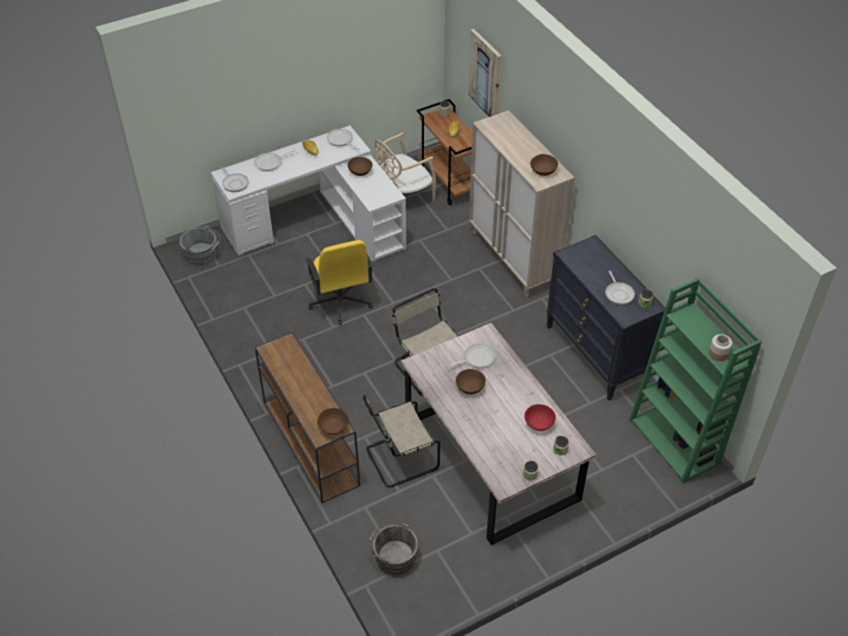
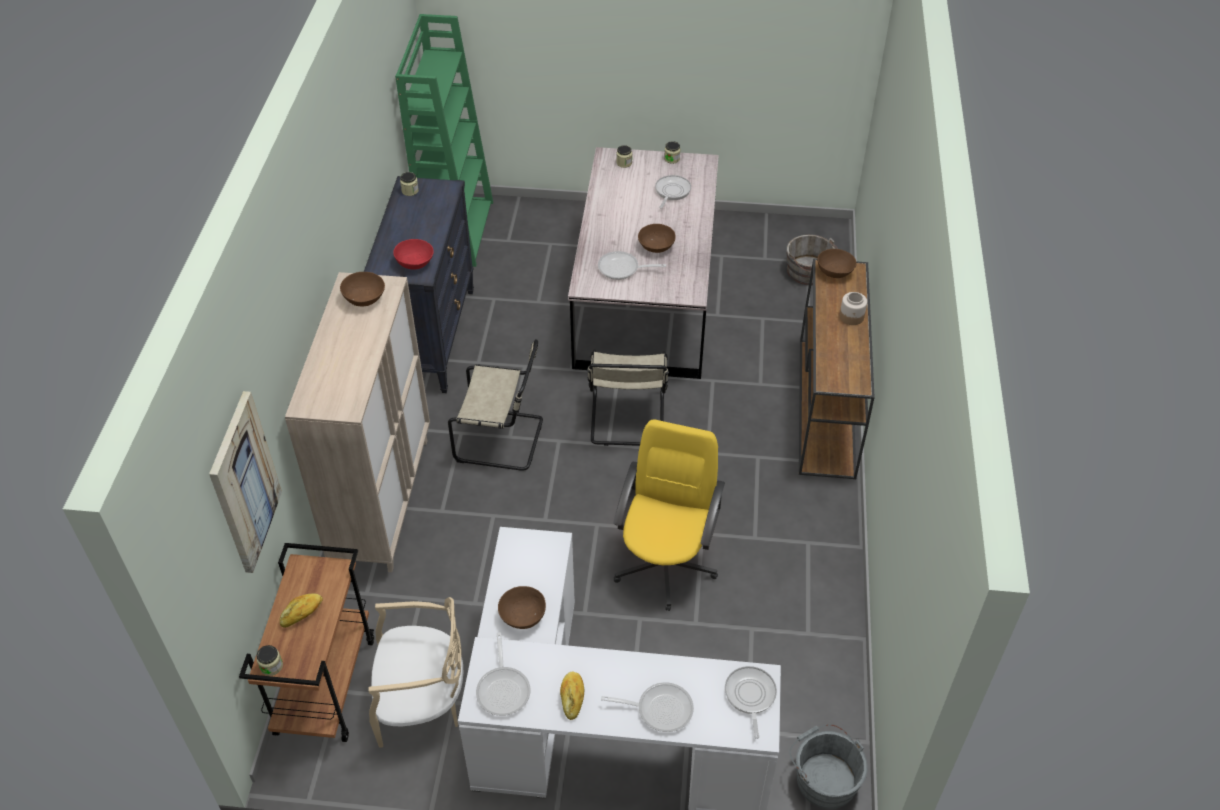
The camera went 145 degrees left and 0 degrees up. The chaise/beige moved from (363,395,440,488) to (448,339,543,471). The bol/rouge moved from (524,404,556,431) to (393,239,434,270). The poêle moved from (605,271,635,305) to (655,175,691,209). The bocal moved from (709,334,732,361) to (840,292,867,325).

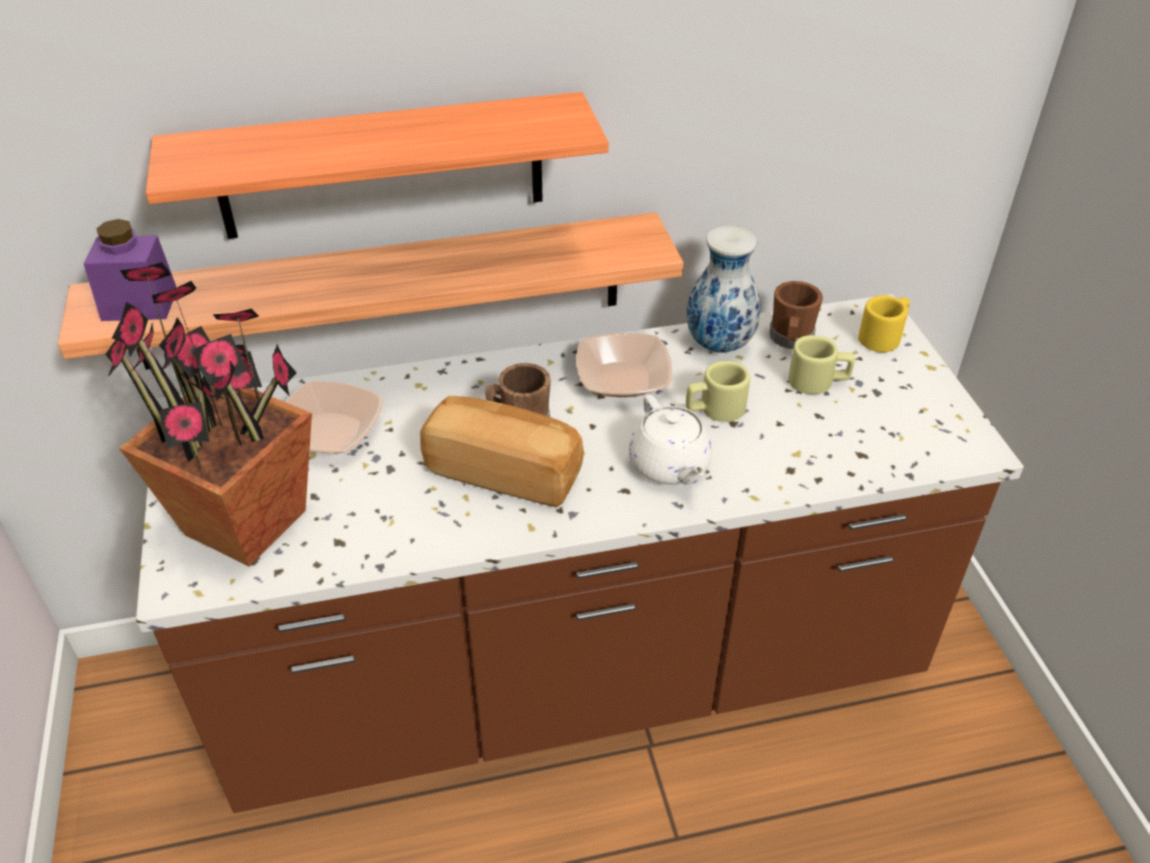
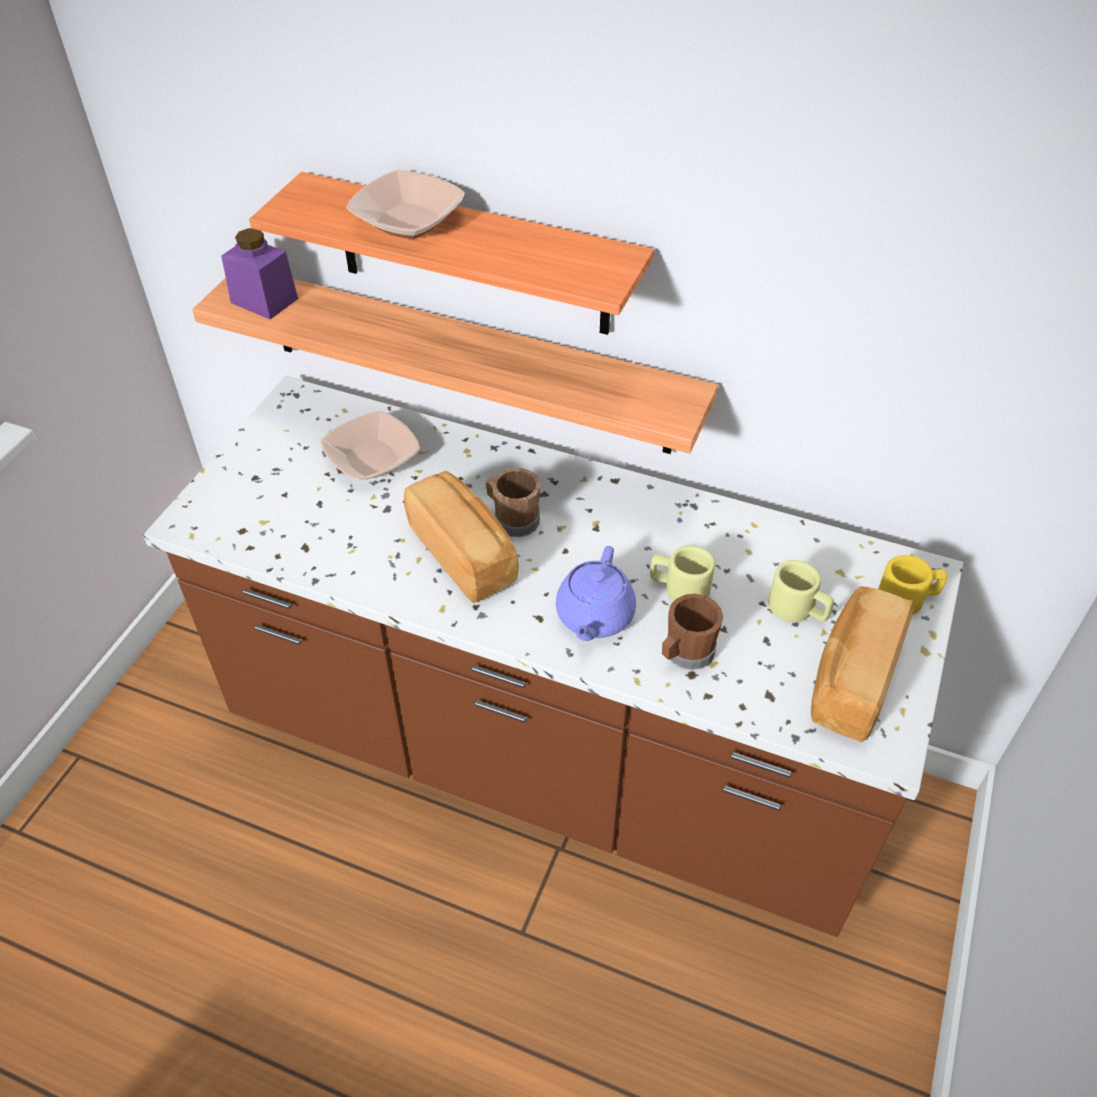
The camera went 35 degrees right and 5 degrees up. The plante en pot at (105,262,312,567) disappeared. The bol moved from (576,333,672,397) to (346,170,464,239). The théière/blanc at (628,395,712,485) became the théière/violet at (556,546,636,641). The vase at (686,226,760,353) disappeared. The mug/marron moved from (769,281,823,349) to (662,594,723,670). The pain at (811,586,915,743) appeared.

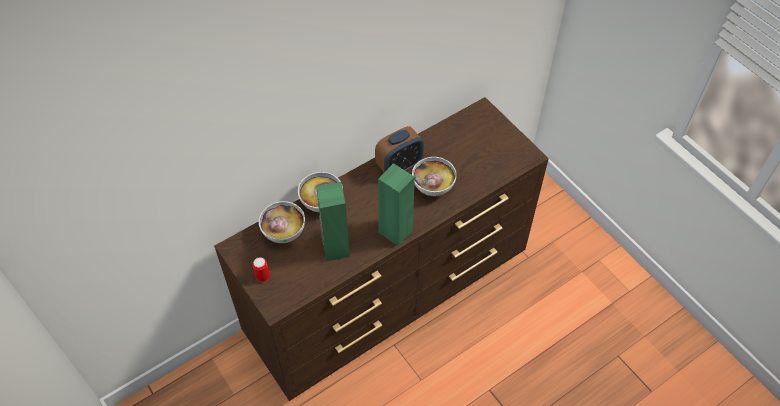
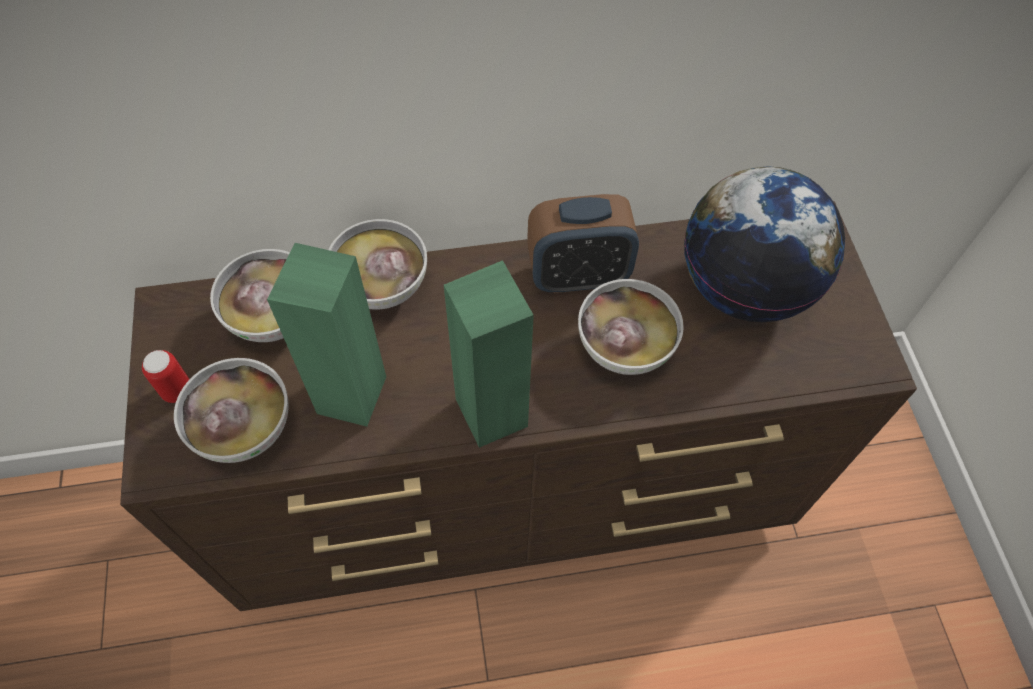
The camera went 25 degrees right and 5 degrees up. The bol at (174,358,289,463) appeared. The globe at (684,166,845,322) appeared.

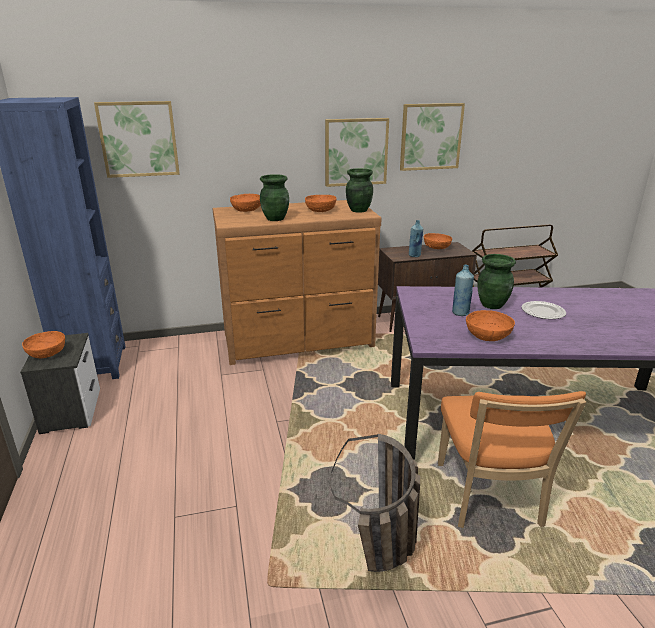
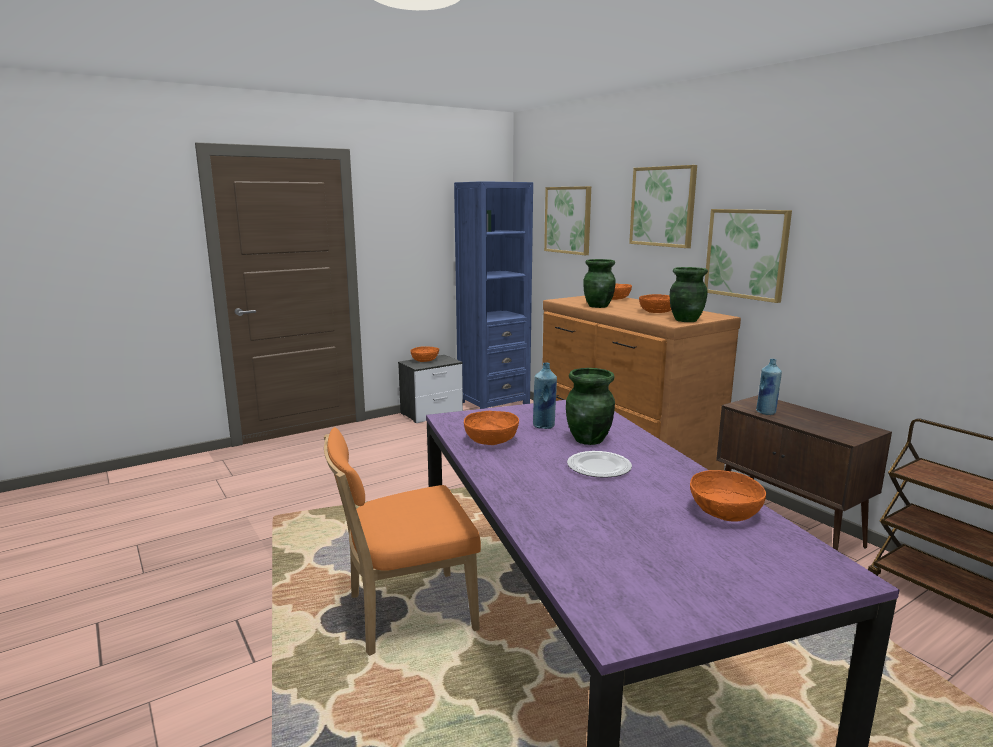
The camera went 70 degrees right and 10 degrees down. The panier at (331,434,420,572) disappeared. The tableau moved from (400,103,465,171) to (629,165,697,248). The bol/orange moved from (424,233,452,249) to (690,470,766,521).

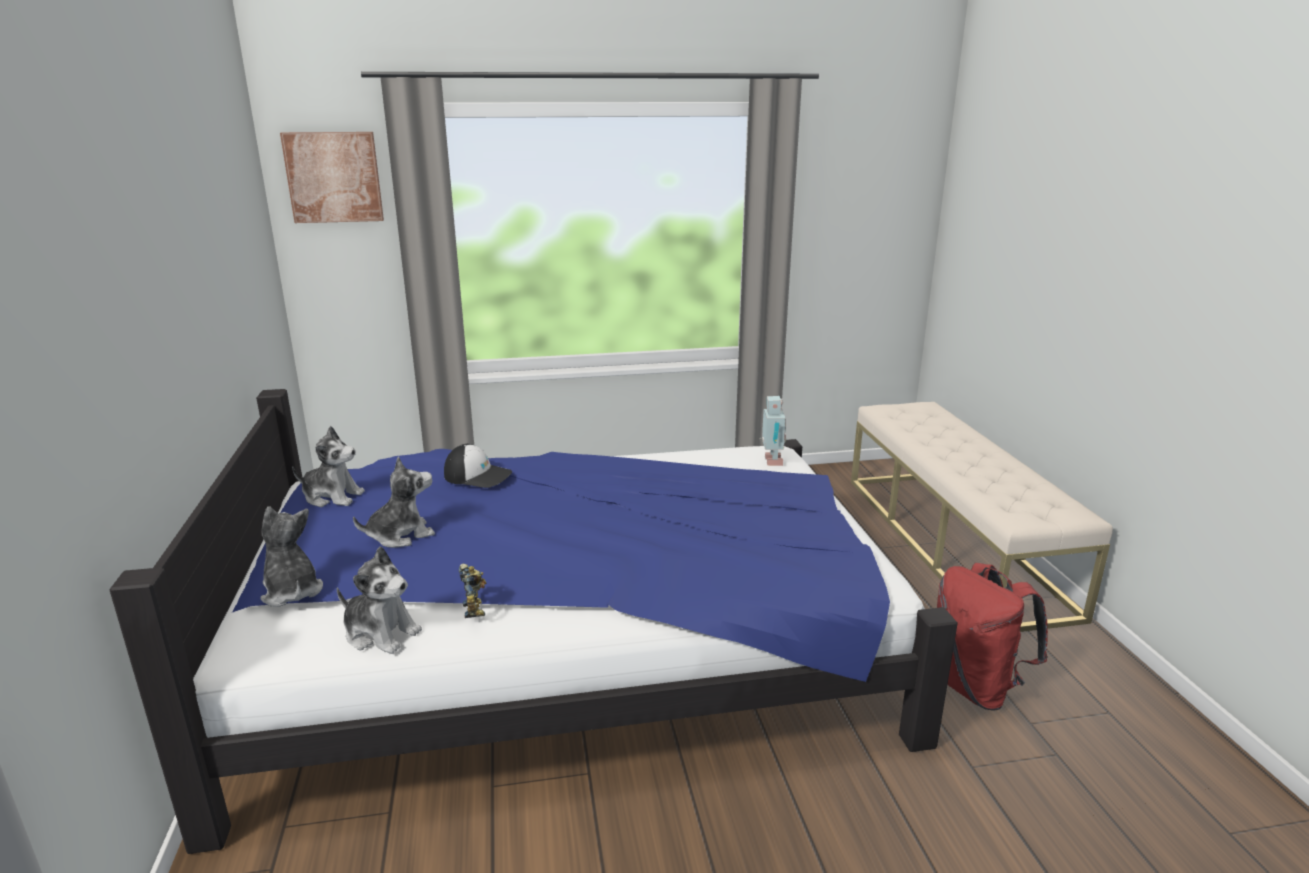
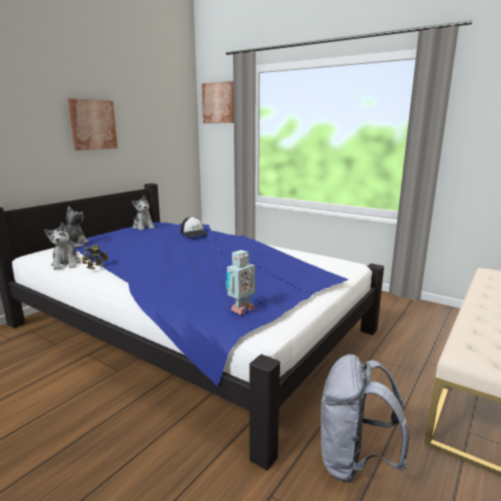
The camera went 45 degrees right and 5 degrees down. The peluche at (353,457,435,548) disappeared. The robot jouet moved from (759,396,786,466) to (226,250,255,315). The sac à dos/rouge at (937,563,1048,711) became the sac à dos/gris at (321,354,410,482). The tableau at (68,98,118,150) appeared.

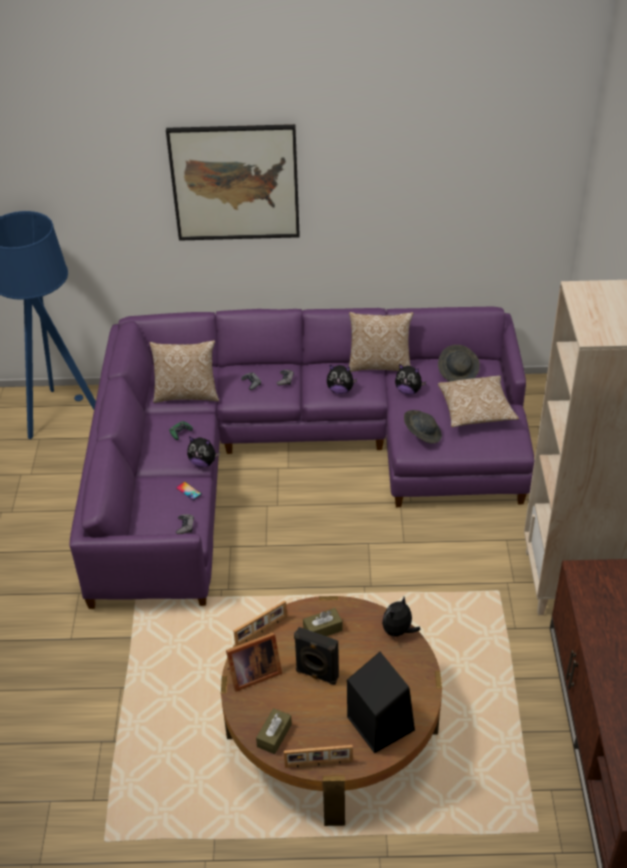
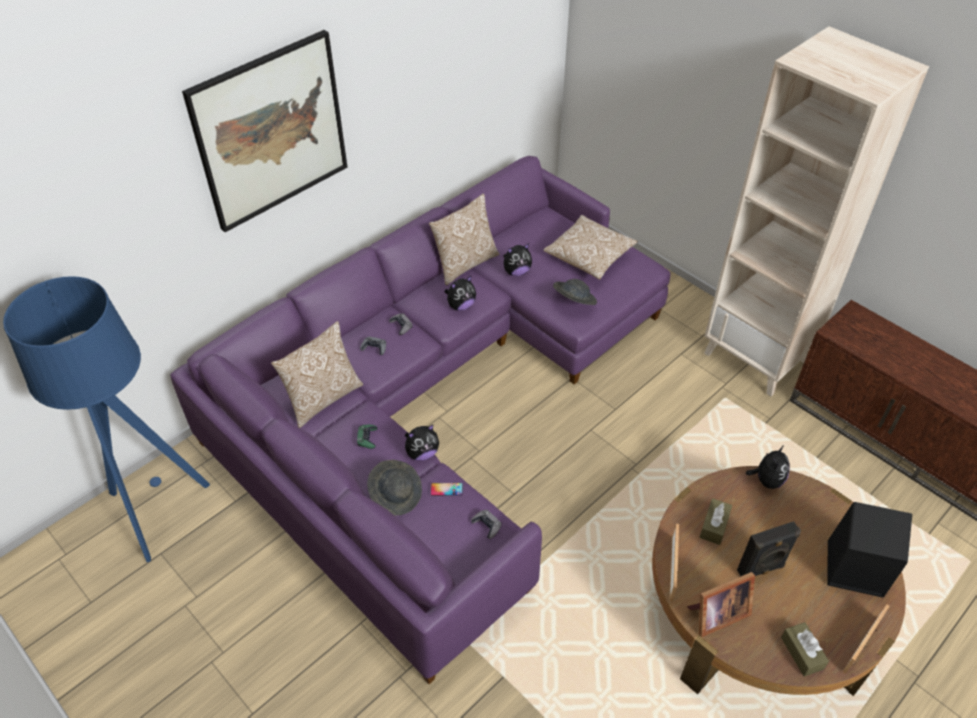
The camera went 45 degrees left and 5 degrees up. The cadre photo at (226,632,282,692) turned 45 degrees clockwise. The peluche at (382,597,421,640) turned 150 degrees counterclockwise. The chapeau/gris moved from (438,345,480,382) to (367,460,422,515).

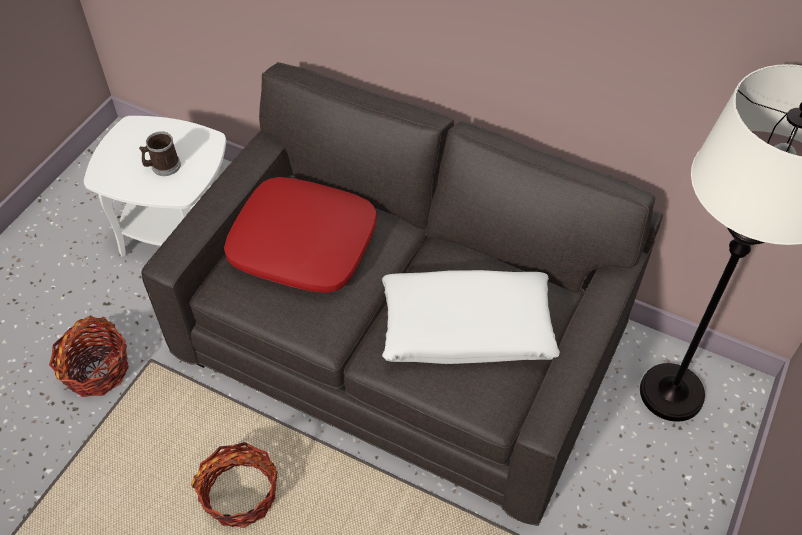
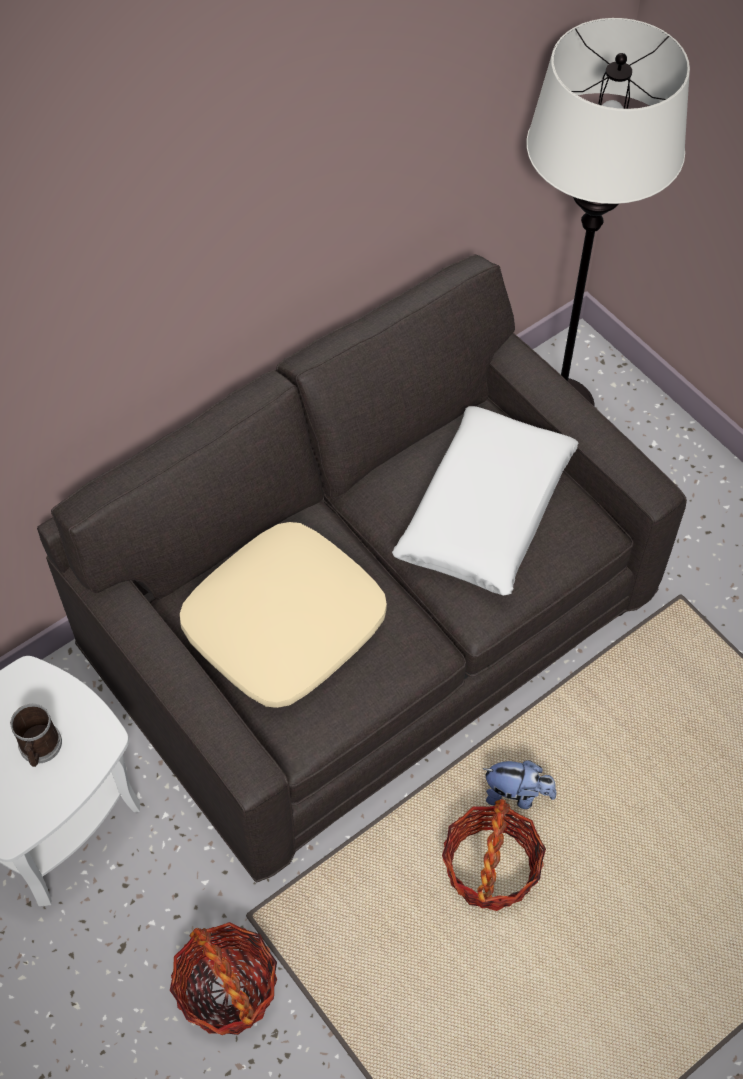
The camera went 65 degrees left and 5 degrees up. The coussin/rouge at (224,177,377,293) became the coussin/beige at (180,522,387,708). The peluche at (483,760,556,809) appeared.

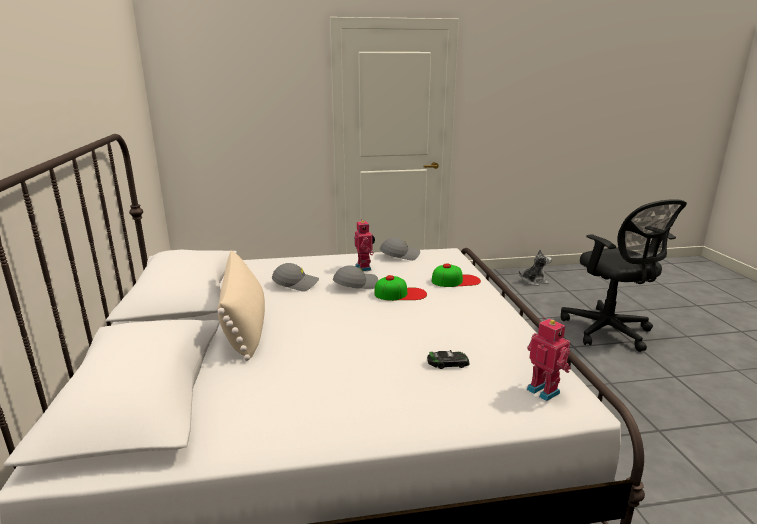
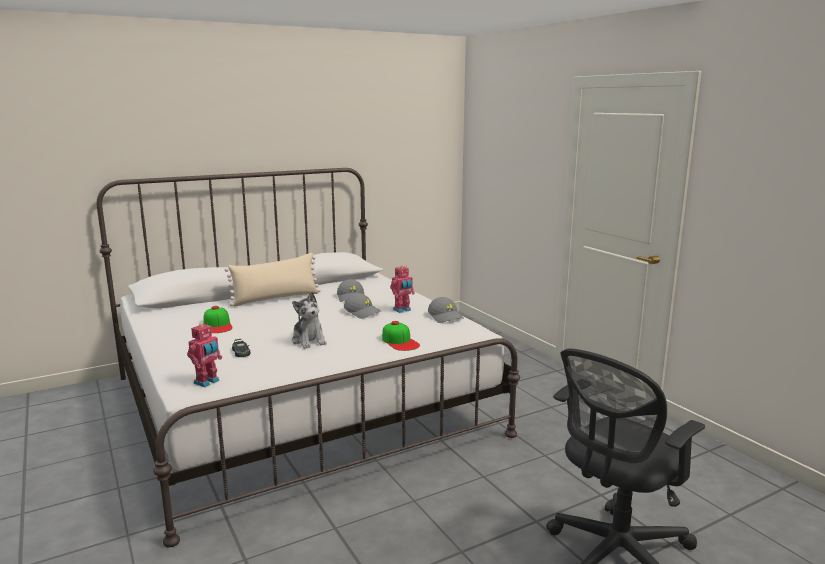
The camera went 70 degrees right and 5 degrees down. The casquette moved from (374,275,427,301) to (203,306,232,333). The peluche moved from (519,250,552,286) to (292,291,327,349).

